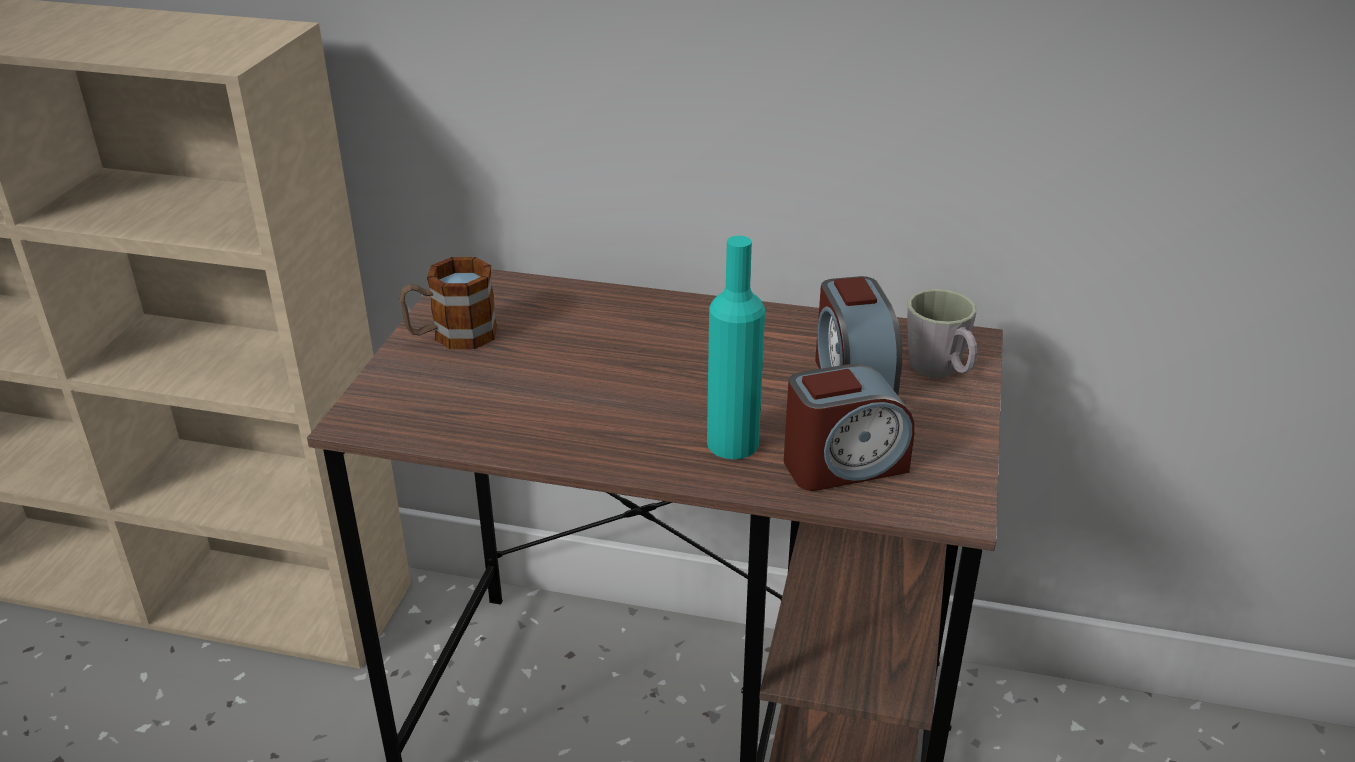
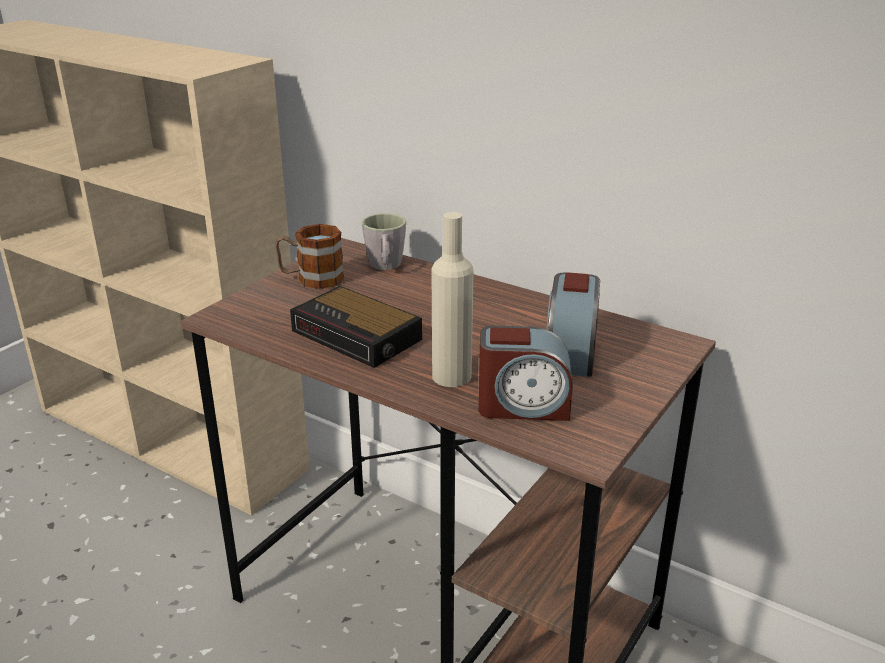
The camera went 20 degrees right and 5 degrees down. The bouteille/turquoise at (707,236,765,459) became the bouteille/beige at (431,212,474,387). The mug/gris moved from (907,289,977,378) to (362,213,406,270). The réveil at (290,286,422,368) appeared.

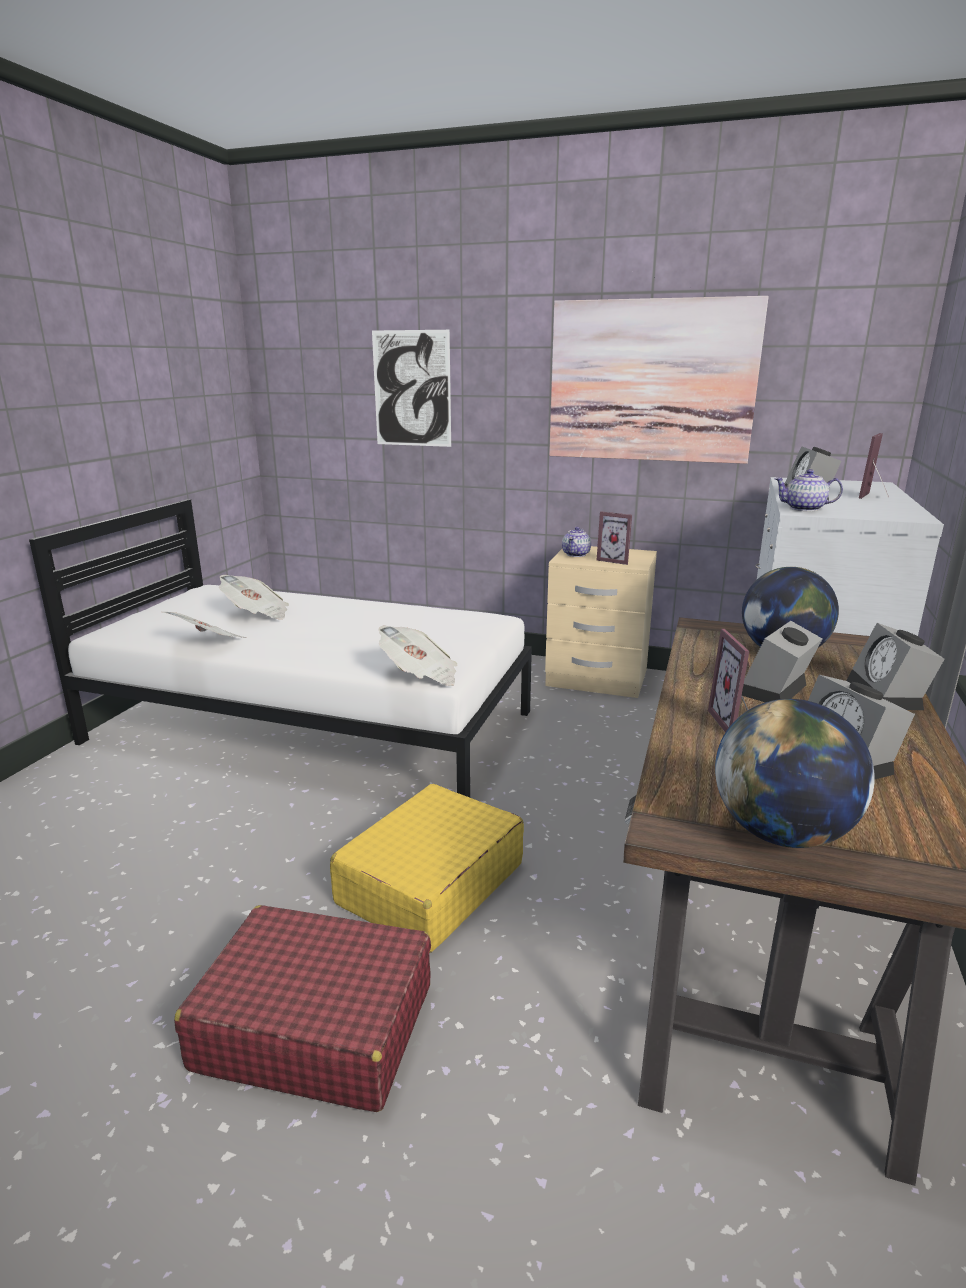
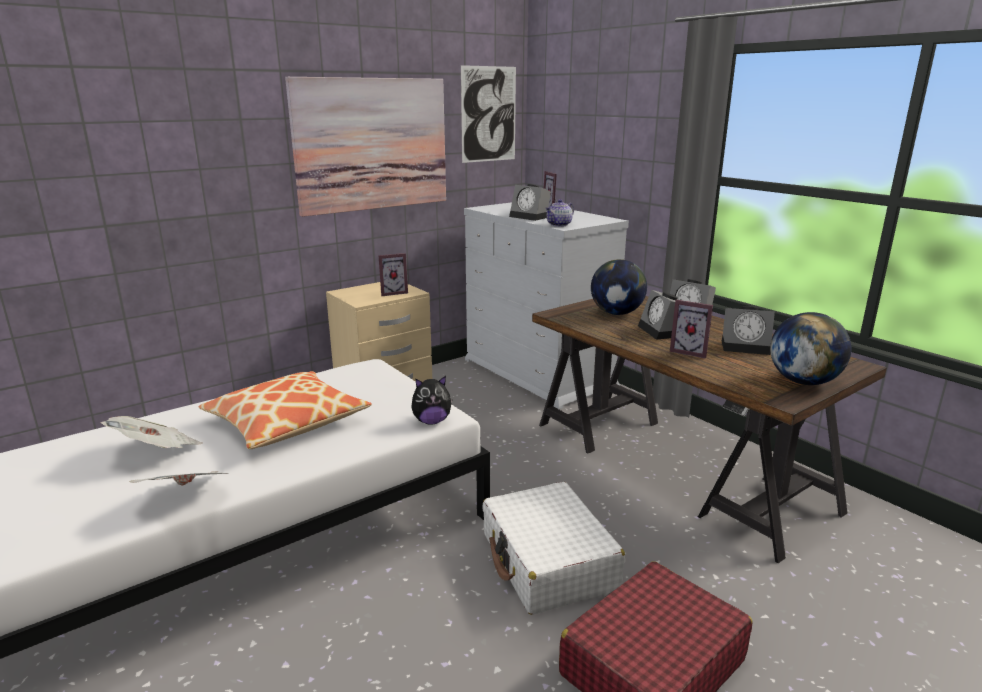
The camera went 55 degrees left and 0 degrees up. The valise/jaune at (330,784,524,953) became the valise/blanc at (482,482,625,615). The tableau moved from (372,330,451,447) to (461,65,516,163). The journal at (378,625,457,686) was replaced by the peluche at (411,376,453,425). The théière at (562,527,591,557) disappeared. The coussin at (199,371,372,449) appeared.

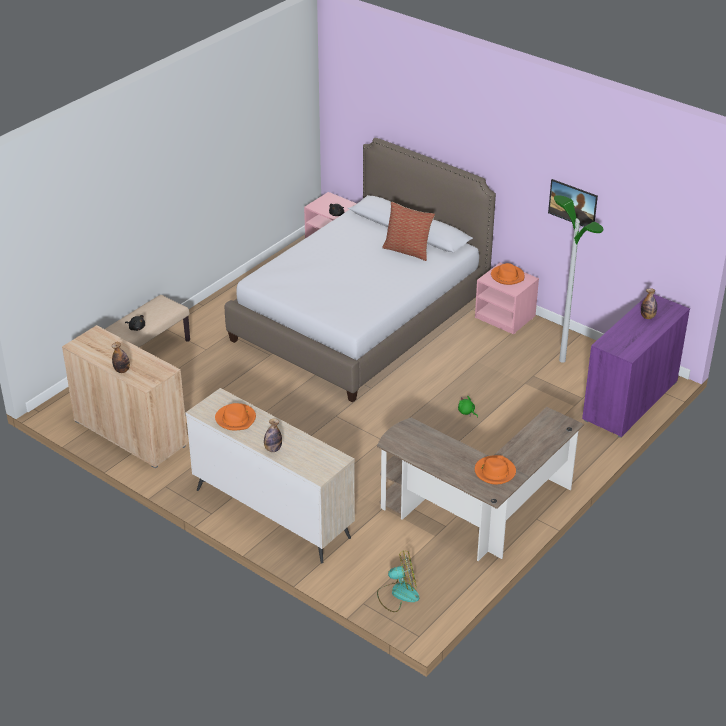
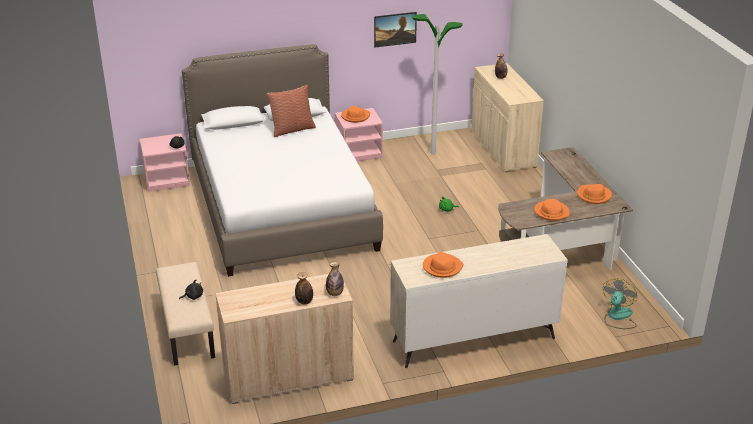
The camera went 55 degrees left and 5 degrees down. The bouteille moved from (264,419,282,452) to (326,262,344,296). The meuble de rangement/violet at (582,294,690,438) became the meuble de rangement/beige at (471,63,544,172). The chapeau/orange at (534,199,570,221) appeared.

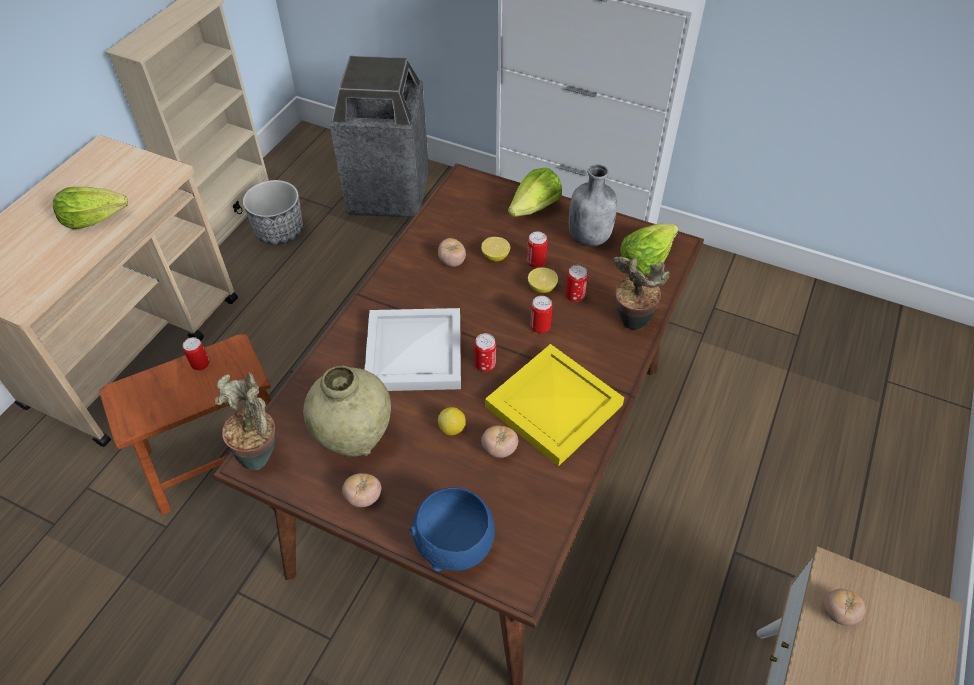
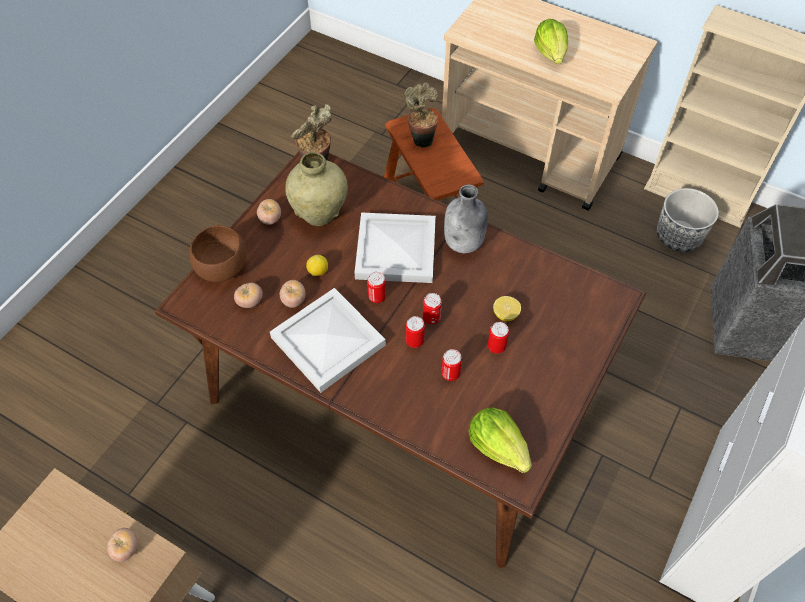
The camera went 95 degrees right and 5 degrees up. The boîte métallique moved from (183,337,209,371) to (423,293,442,324). The bol/bleu at (409,487,495,572) became the bol/marron at (189,224,247,282). The tomate moved from (438,238,466,267) to (234,283,263,308). The plateau/jaune at (485,344,624,466) became the plateau/blanc at (270,288,386,393). The laitue at (508,168,562,217) disappeared. The citron at (528,267,558,293) disappeared. The bouteille/gris moved from (569,164,617,246) to (444,185,488,253). The plante en pot moved from (613,257,670,330) to (405,82,438,147).

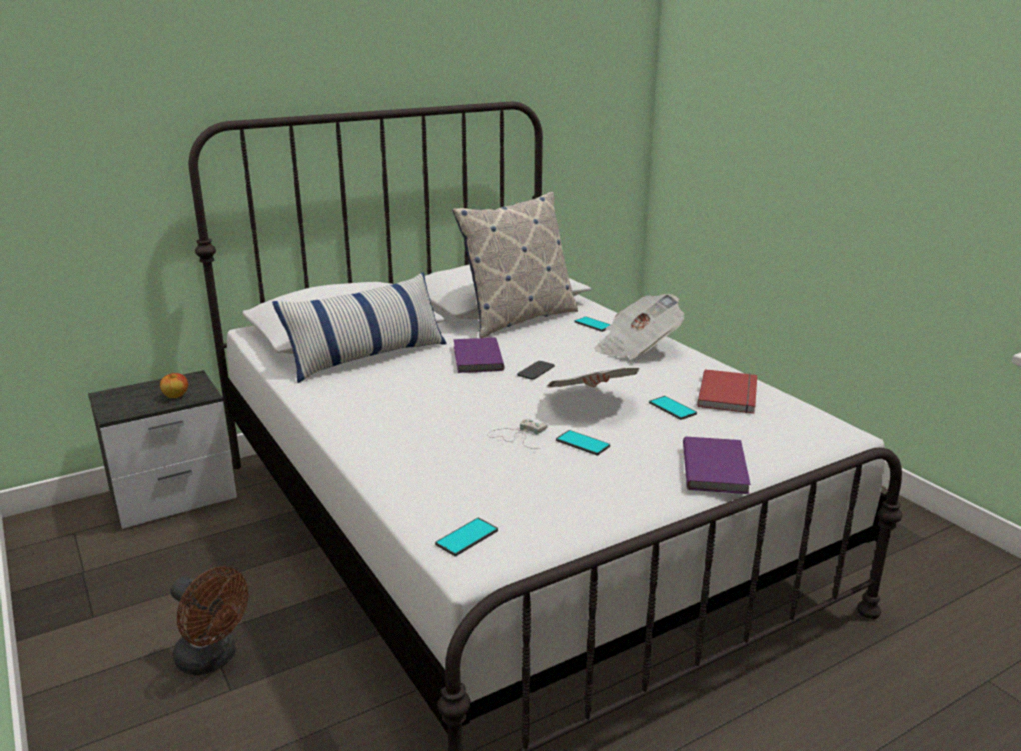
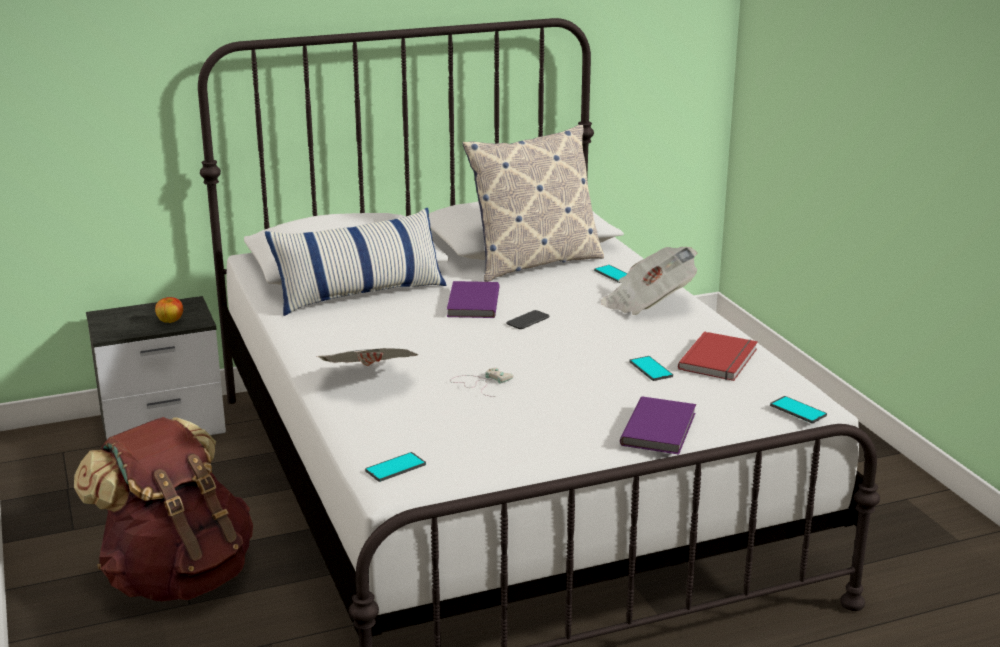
The camera went 10 degrees right and 0 degrees up. The ventilateur/marron at (171,567,248,675) was replaced by the sac à dos/marron at (74,417,253,601). The journal moved from (547,368,639,388) to (318,348,418,366). The téléphone moved from (556,430,610,455) to (770,396,827,423).

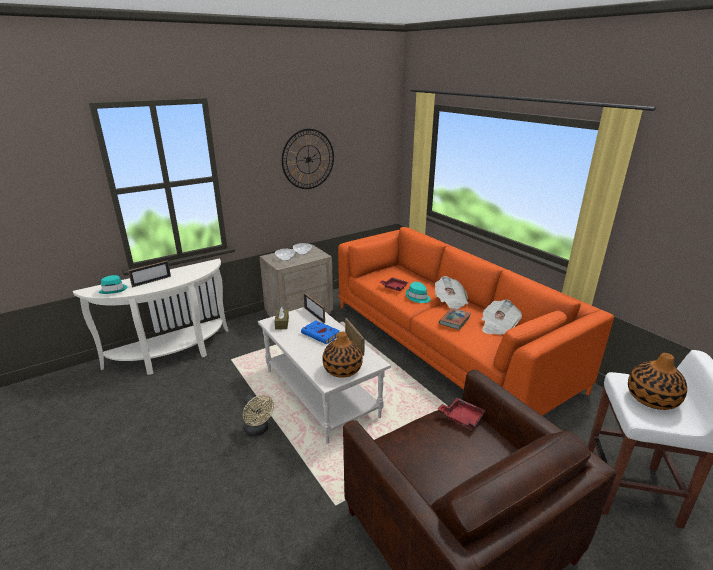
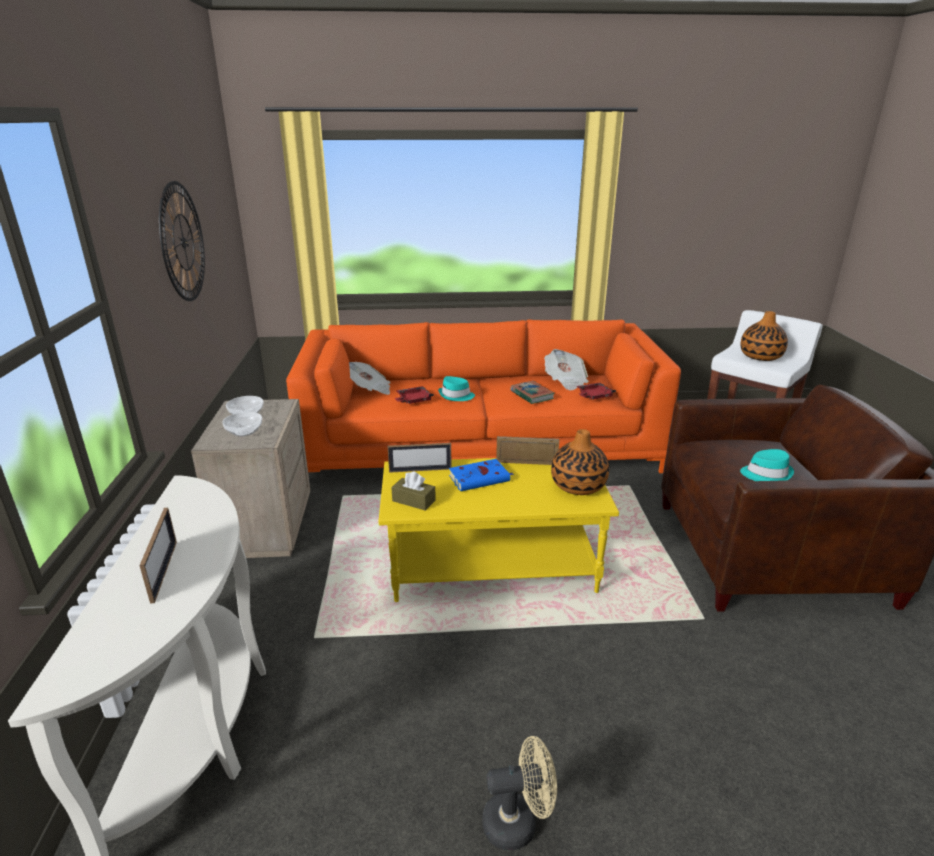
The camera went 60 degrees left and 0 degrees up. The chapeau/turquoise moved from (99,275,128,294) to (740,449,794,481). The ventilateur/beige moved from (243,395,274,437) to (482,736,557,850). The table basse/blanc at (258,307,391,444) became the table basse/jaune at (378,458,619,602). The journal moved from (435,276,468,309) to (349,362,390,395). The plateau/rouge moved from (438,398,486,429) to (576,383,616,399).

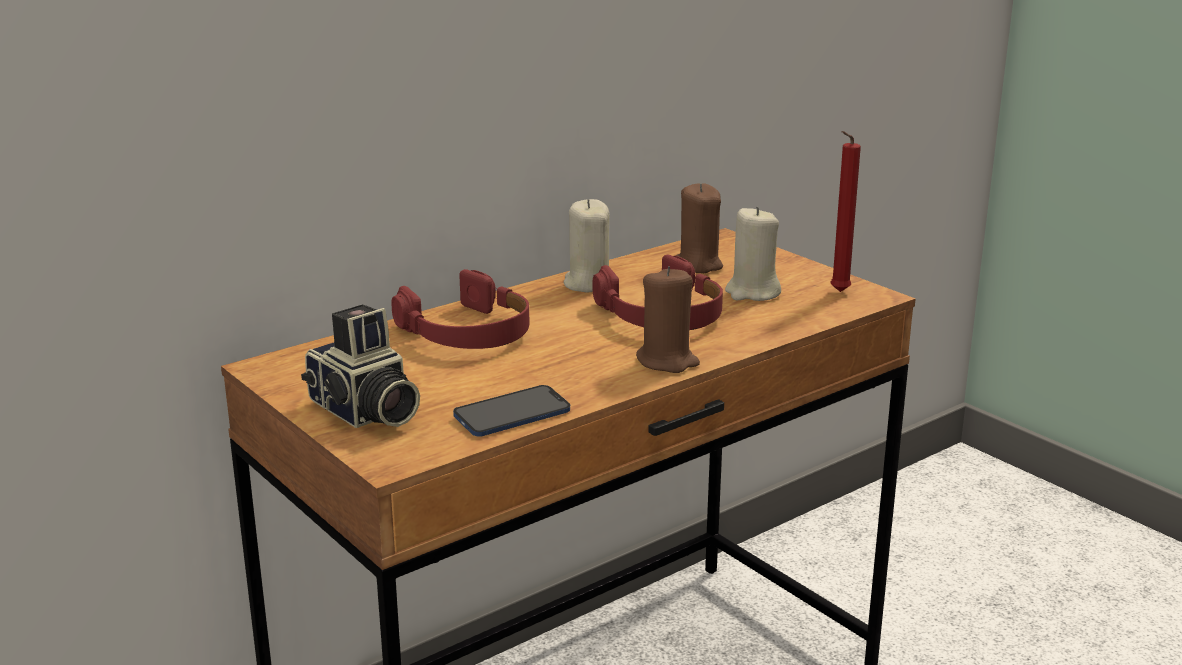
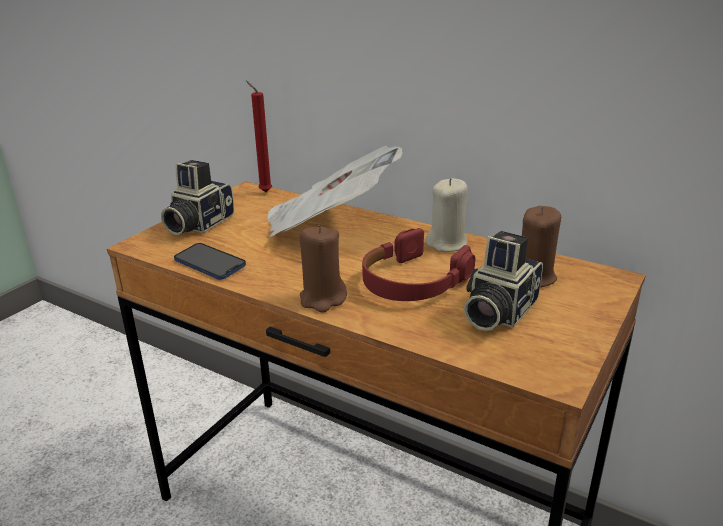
The camera went 70 degrees right and 5 degrees up. The casque audio/rouge at (391,269,530,349) was replaced by the journal at (268,146,403,237). The bougie/beige at (725,207,781,301) was replaced by the appareil photo at (464,231,543,331). The bougie/rouge moved from (830,131,861,292) to (246,80,272,192).

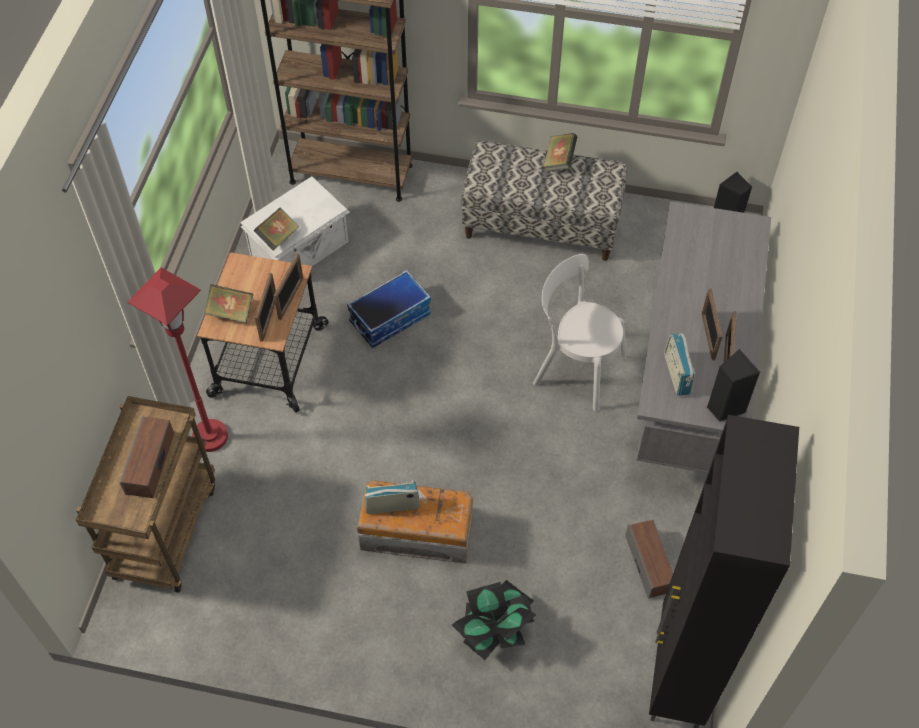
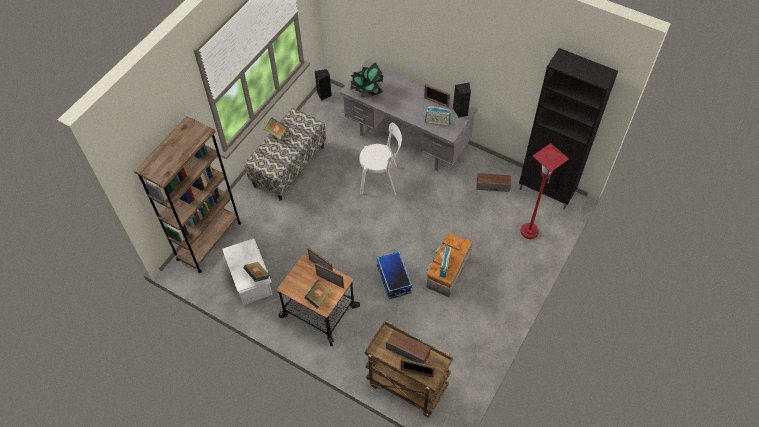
The camera went 70 degrees left and 0 degrees up. The lampadaire/rouge moved from (128,268,228,452) to (521,143,569,239). The boîte de rangement moved from (347,270,431,348) to (377,251,412,299). The plante en pot moved from (452,580,536,660) to (350,62,383,96). The chaise/blanc at (533,254,626,411) turned 135 degrees counterclockwise. The cadre photo moved from (701,289,723,360) to (401,359,435,378).

